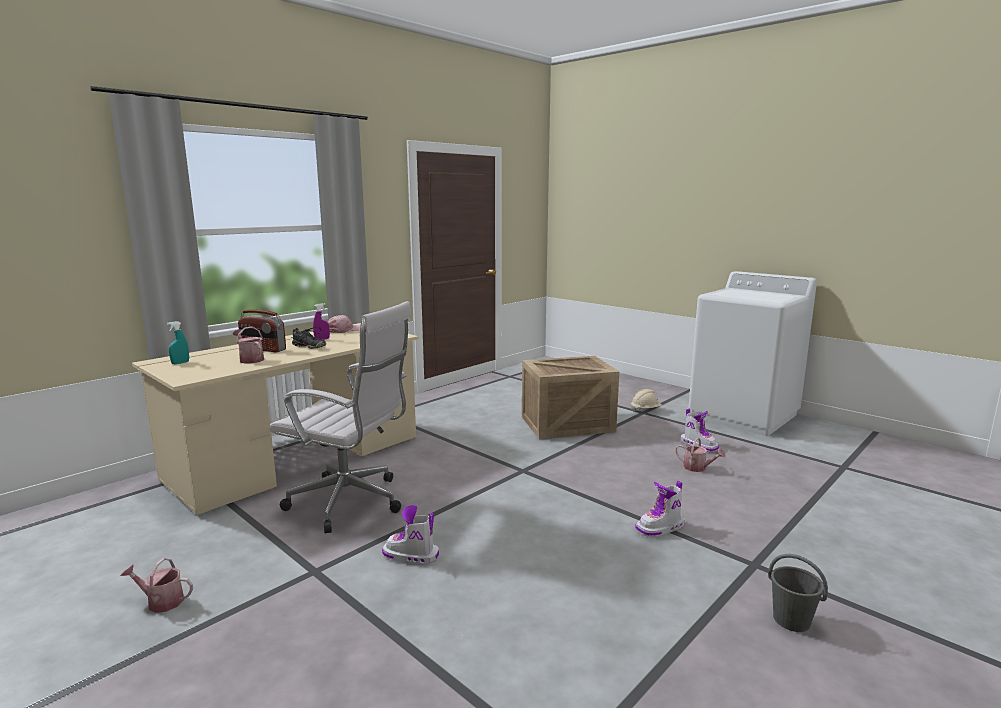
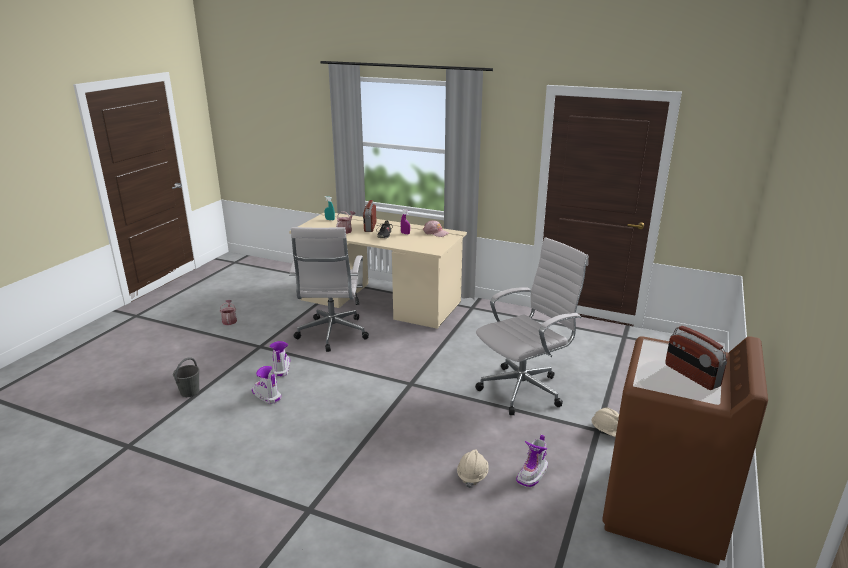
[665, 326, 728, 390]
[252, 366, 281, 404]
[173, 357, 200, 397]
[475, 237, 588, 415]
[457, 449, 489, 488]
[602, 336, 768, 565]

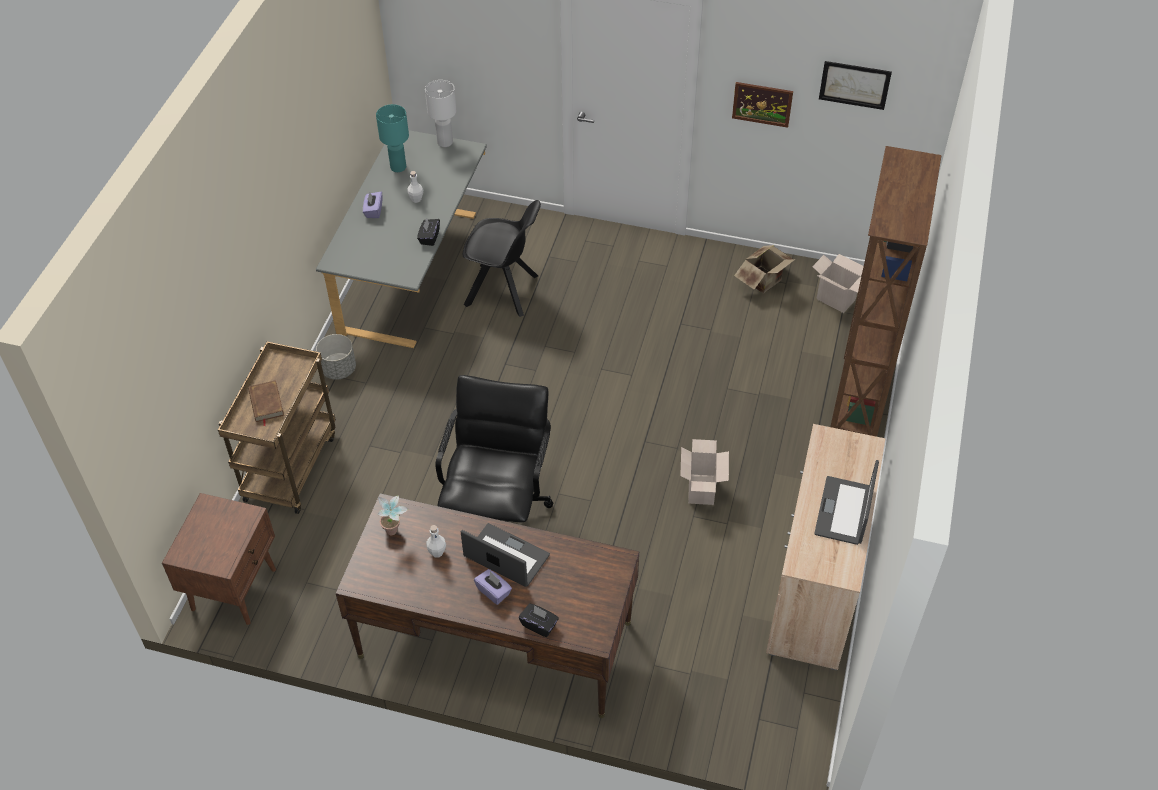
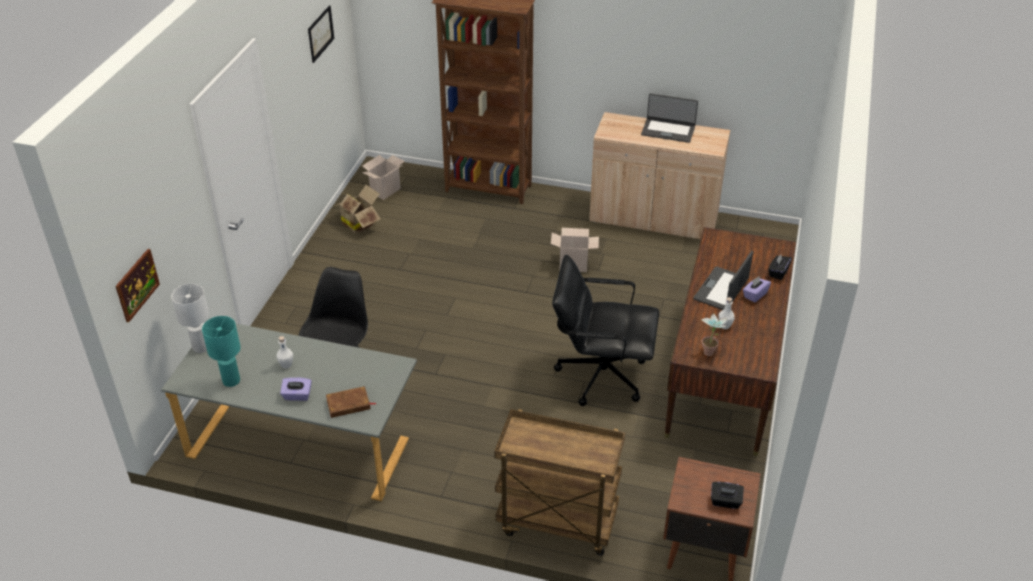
[316, 334, 356, 380] (first image)
[326, 386, 376, 418]
[711, 482, 744, 509]
[116, 249, 160, 322]

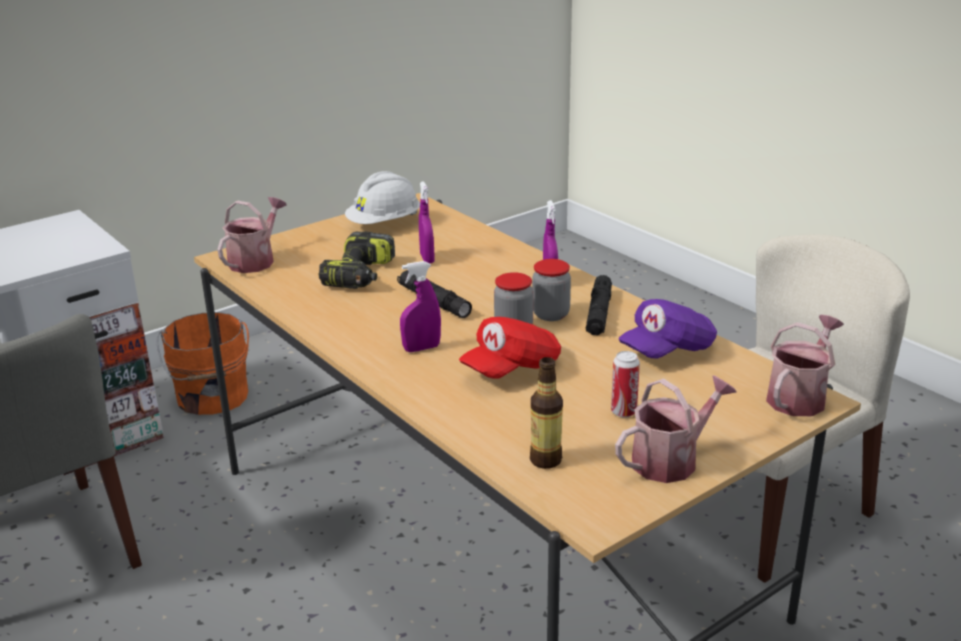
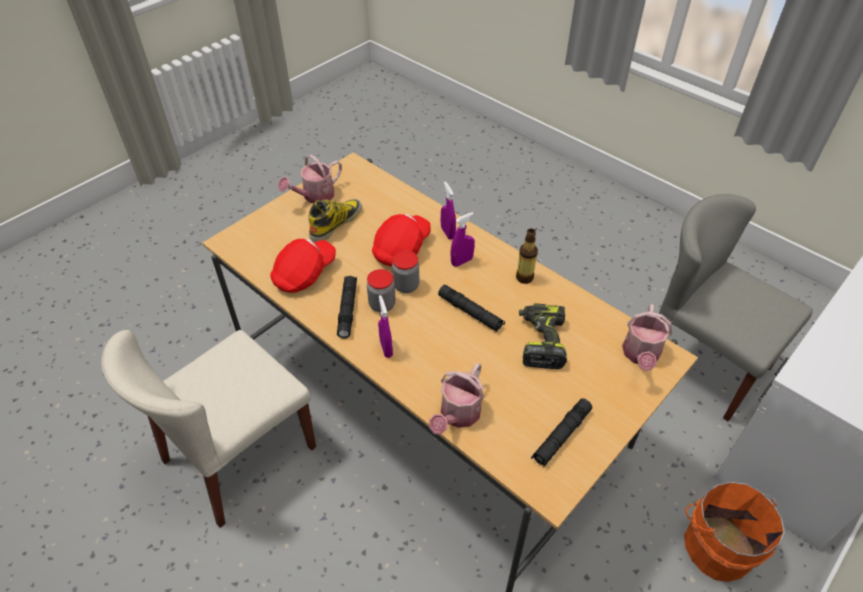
[441, 182, 456, 240]
[516, 229, 538, 284]
[429, 363, 484, 434]
[531, 398, 592, 468]
[309, 199, 362, 242]
[270, 239, 336, 293]

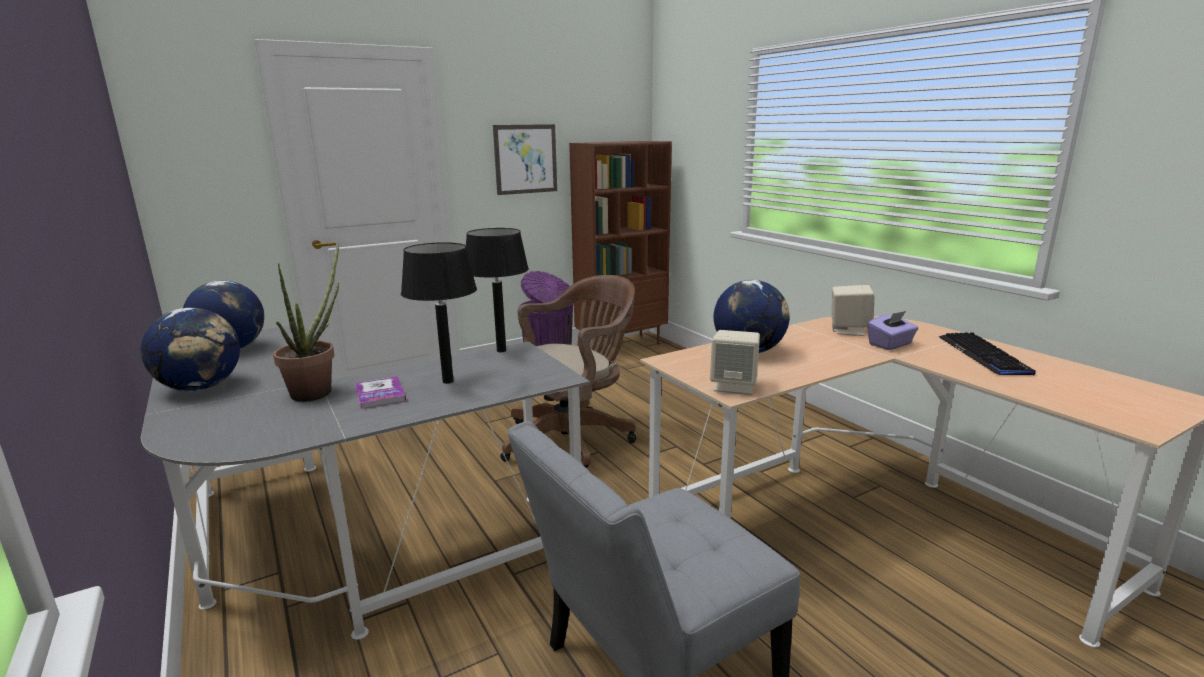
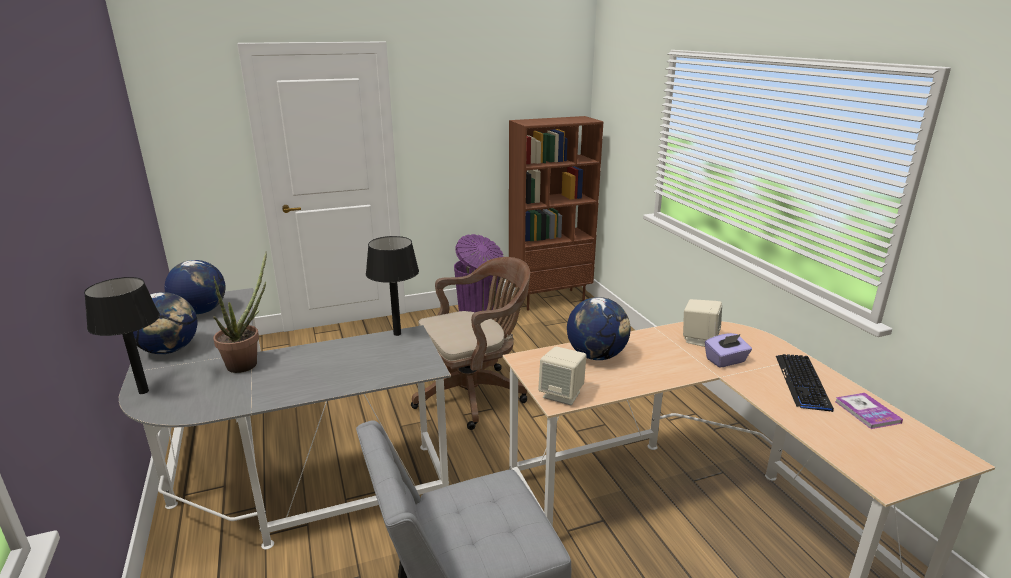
[493, 124, 557, 195] (first image)
[835, 393, 903, 429]
[84, 277, 160, 394]

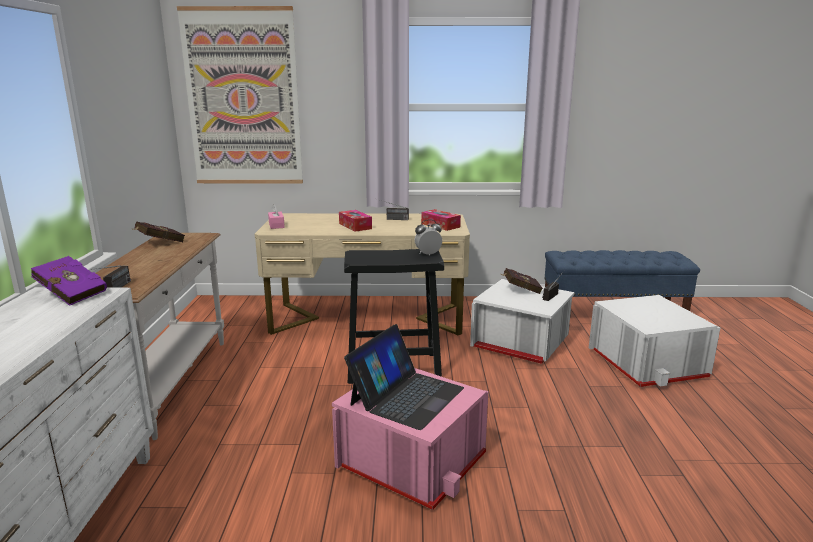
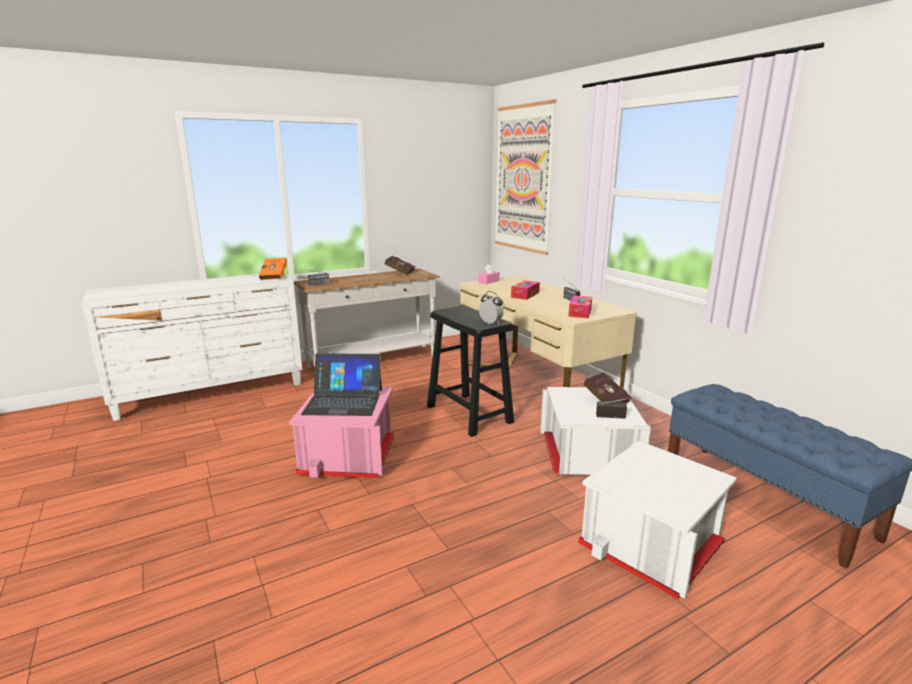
[259, 258, 287, 280]

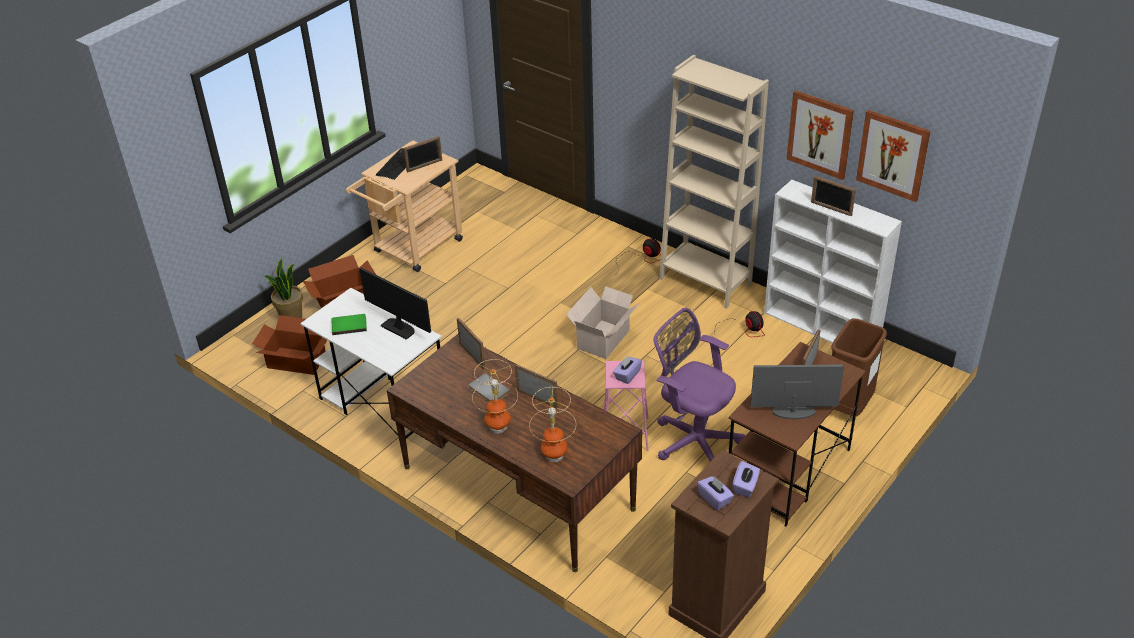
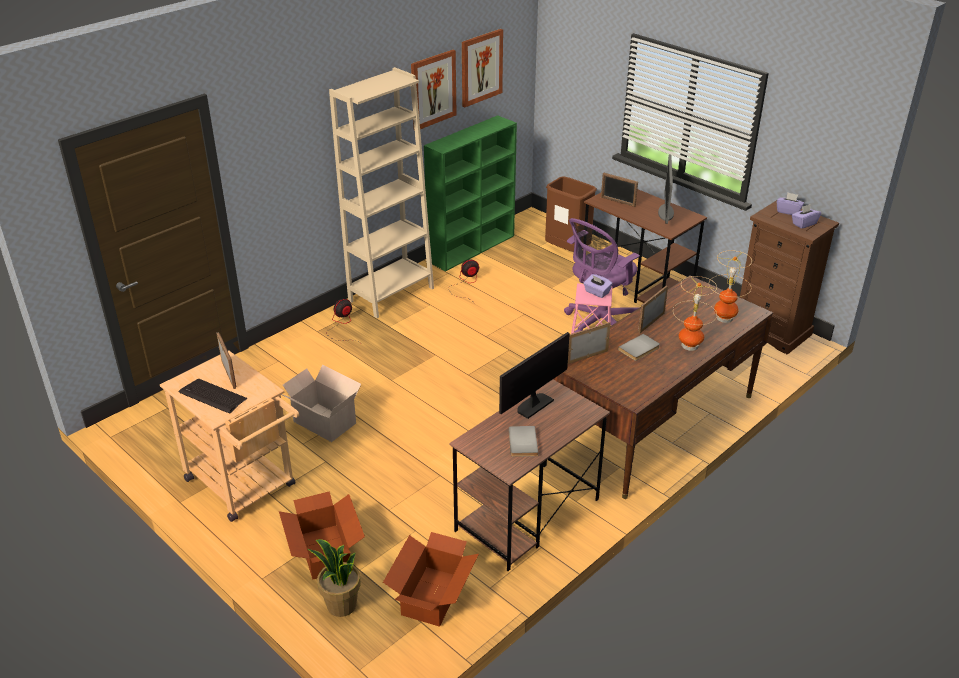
[811, 176, 856, 216] (first image)
[281, 365, 361, 442]
[450, 379, 610, 571]
[509, 426, 538, 457]
[424, 115, 517, 271]

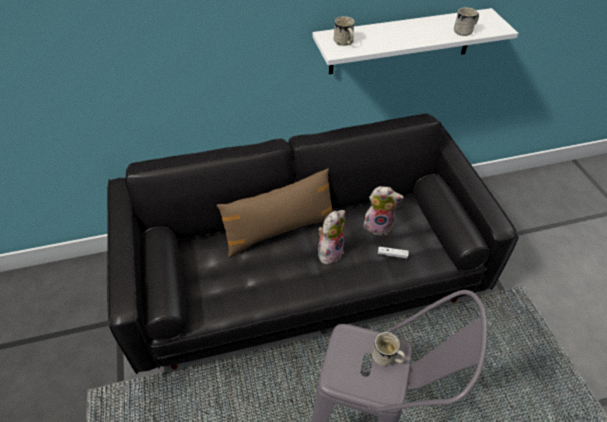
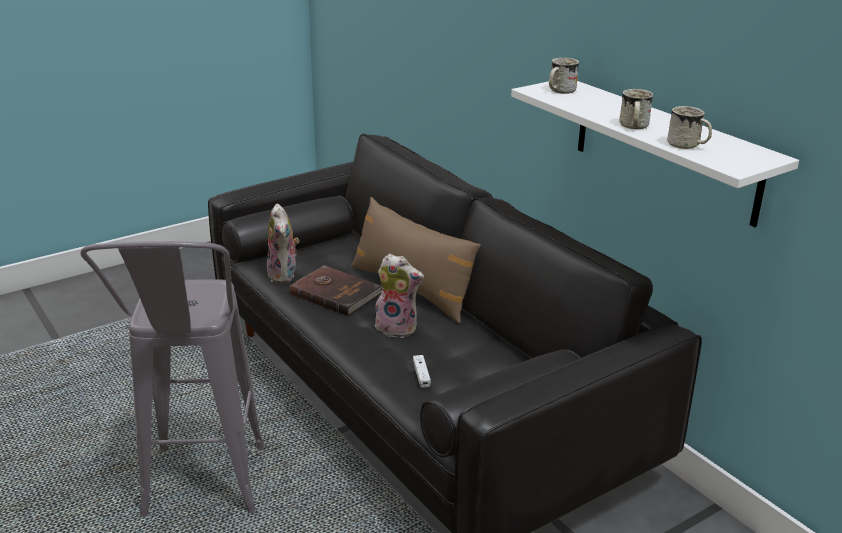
[290, 265, 382, 316]
[267, 203, 300, 283]
[619, 89, 653, 129]

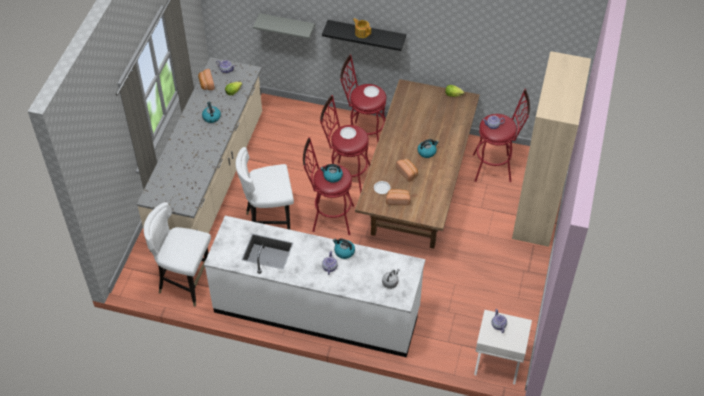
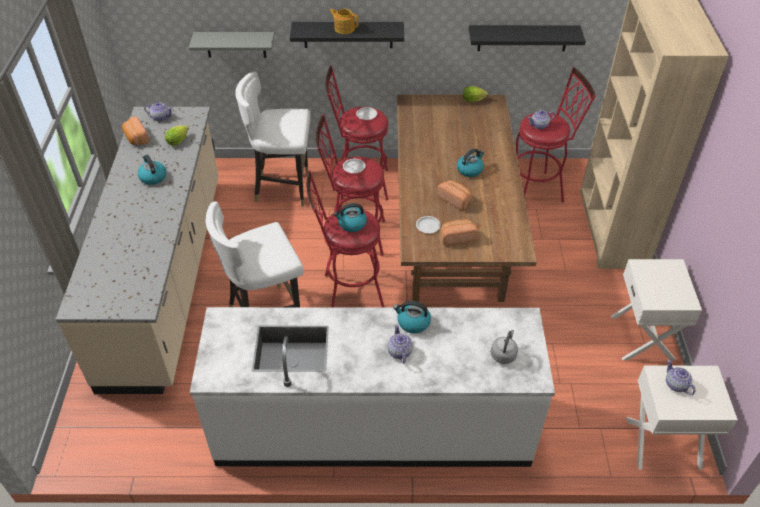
[469, 25, 586, 51]
[611, 259, 702, 360]
[235, 71, 310, 206]

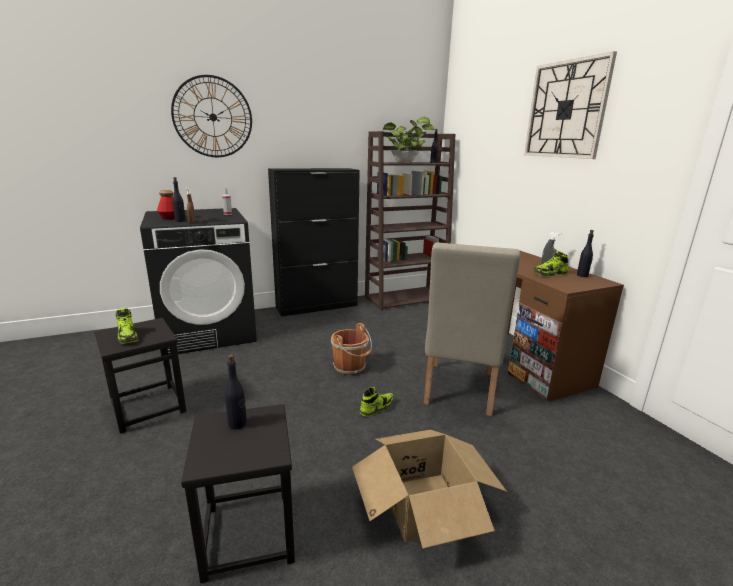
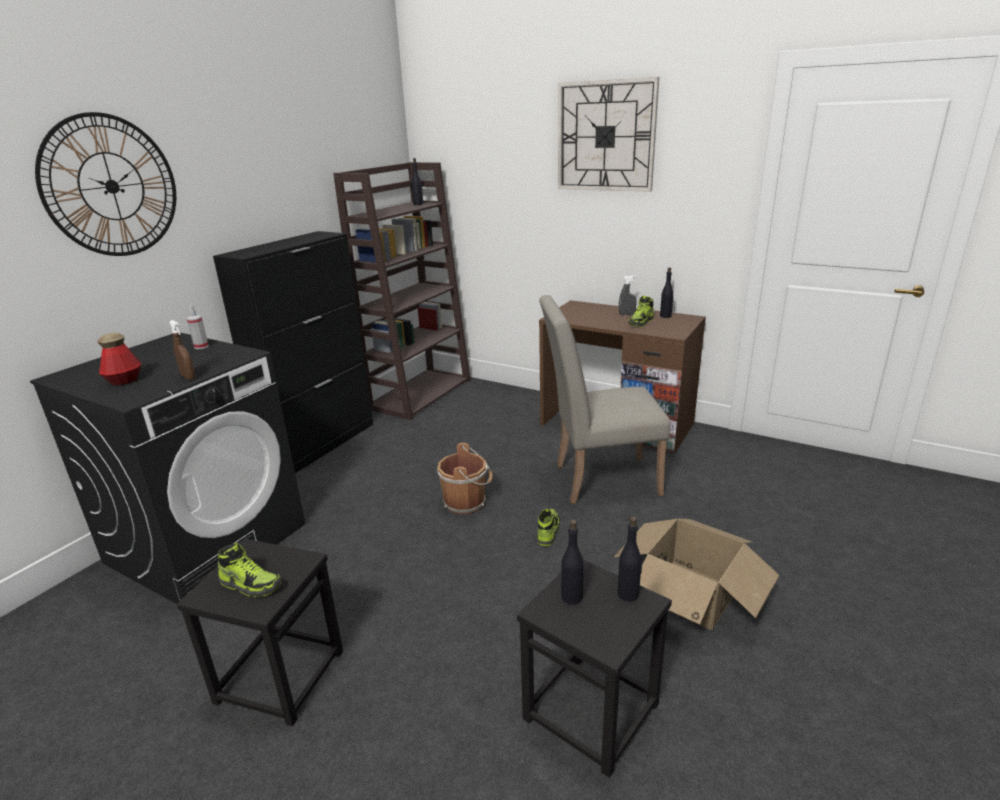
[382, 117, 435, 163] (first image)
[618, 516, 642, 601]
[539, 295, 671, 504]

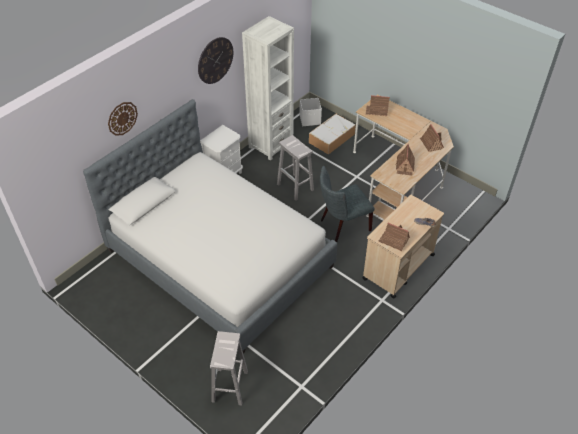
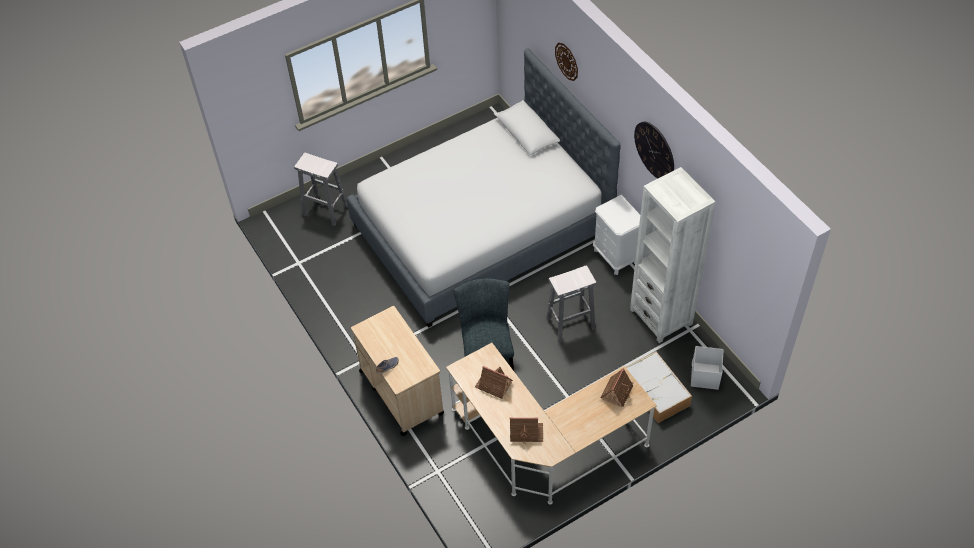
[378, 223, 410, 251] (first image)

